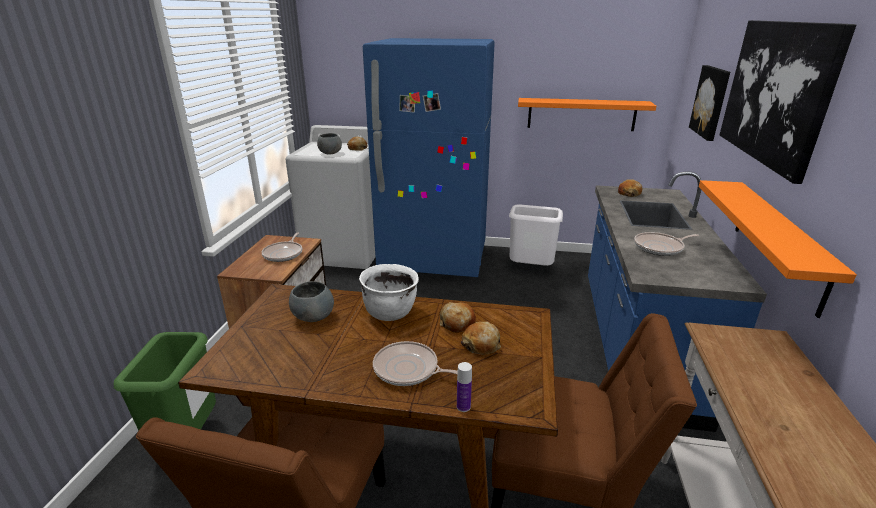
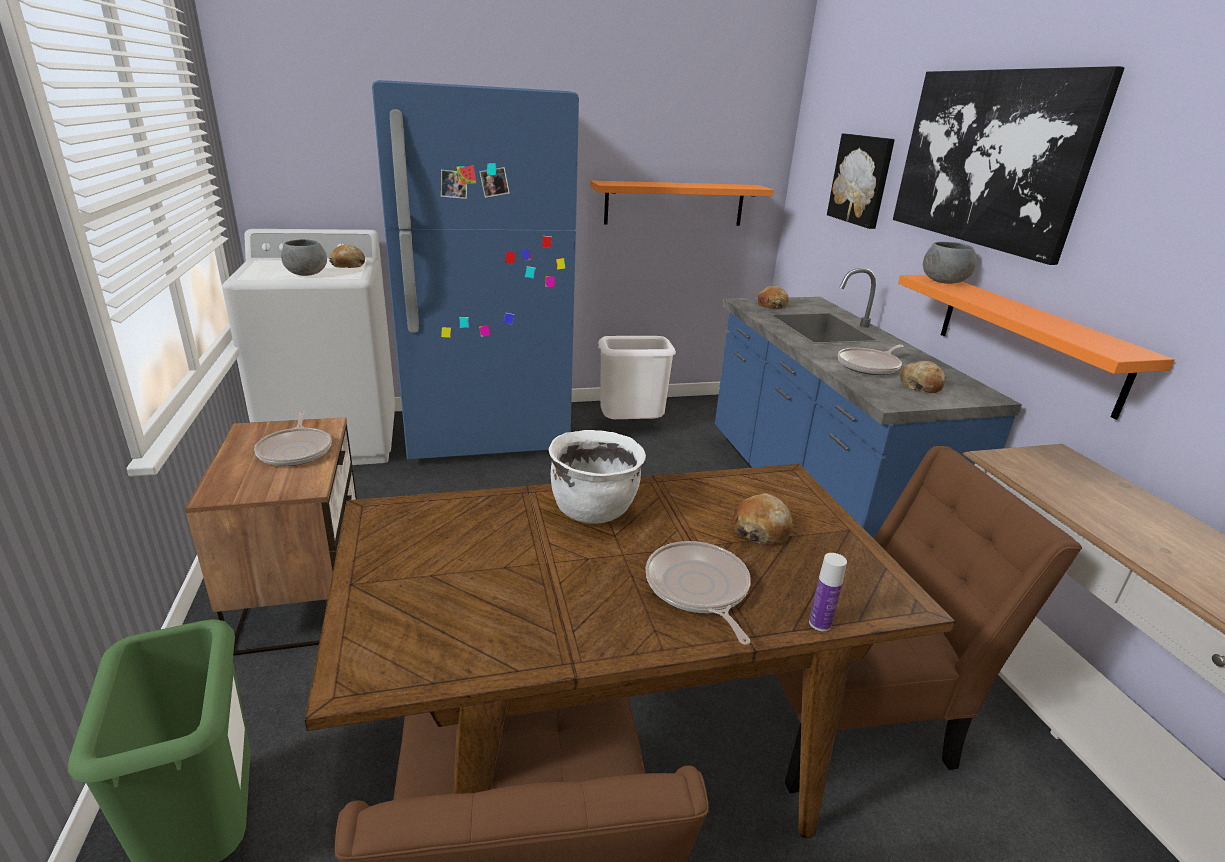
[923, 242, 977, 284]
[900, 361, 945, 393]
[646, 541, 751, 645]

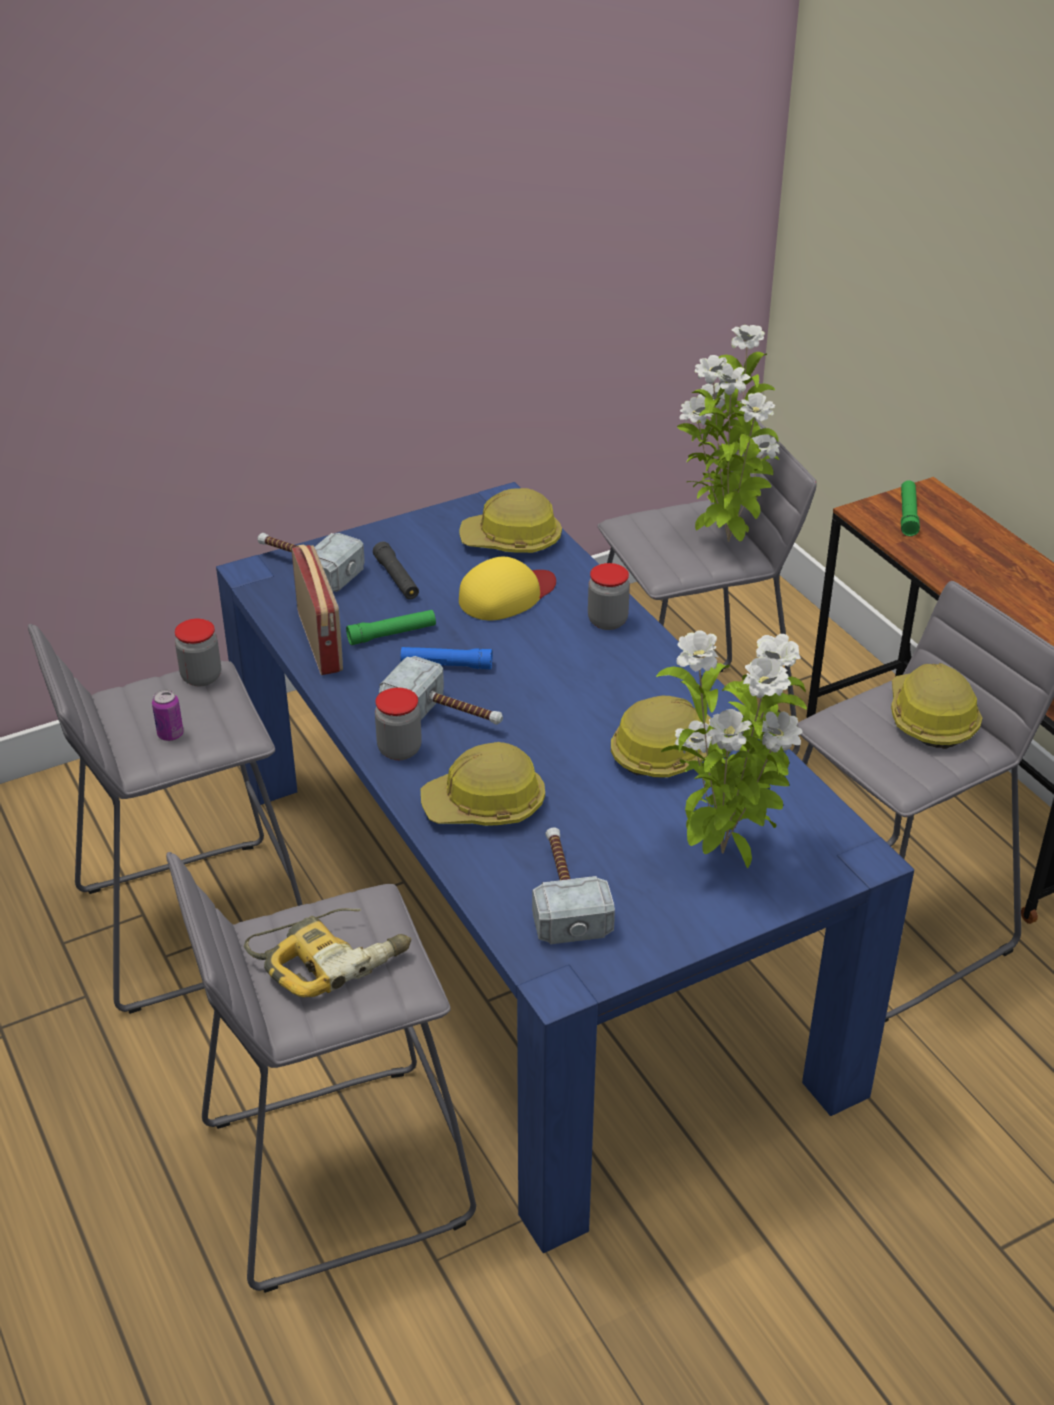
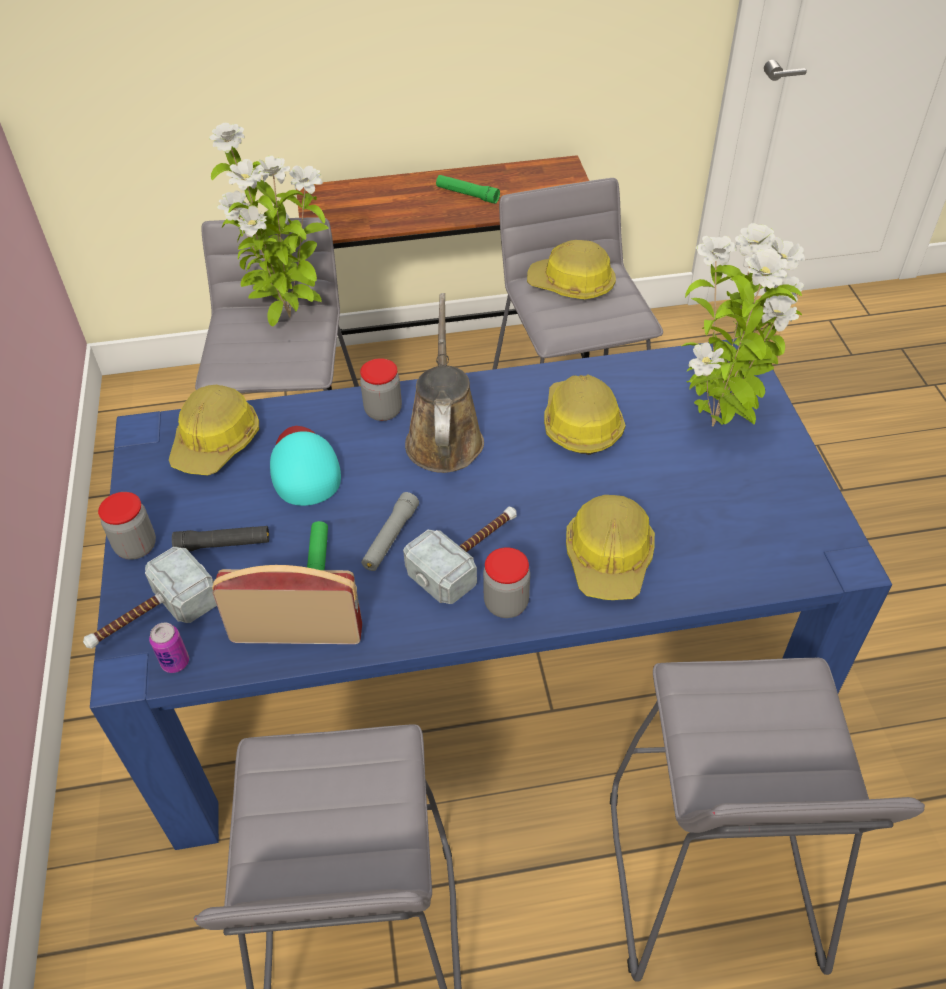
[244, 908, 411, 997] (first image)
[532, 828, 615, 944] (first image)
[405, 293, 484, 473]
[149, 622, 189, 673]
[98, 492, 156, 560]
[436, 175, 500, 204]
[361, 492, 419, 571]
[270, 426, 341, 506]

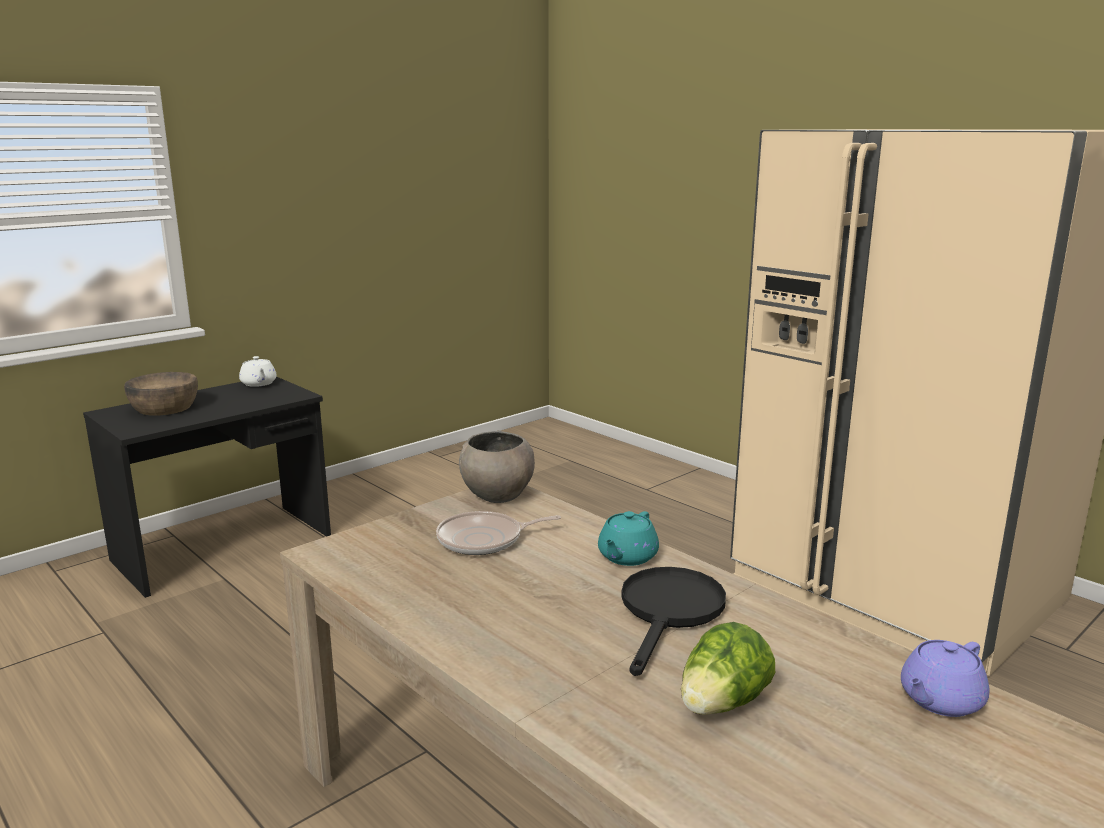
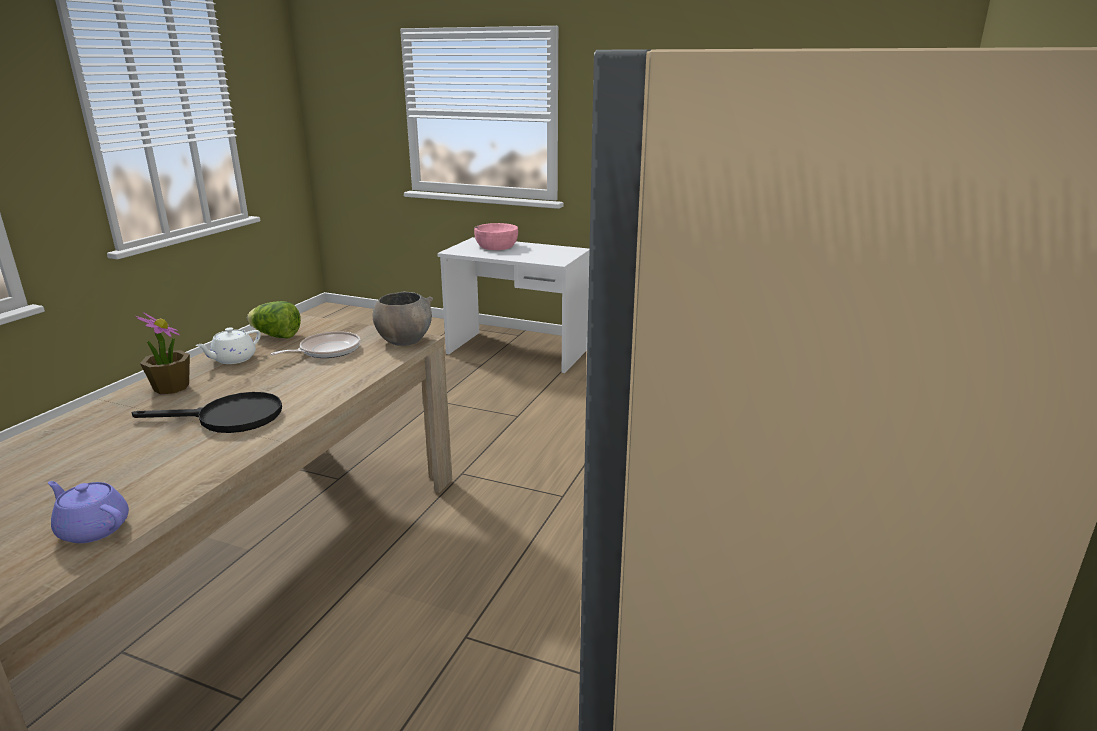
[598, 511, 659, 566] (first image)
[135, 312, 190, 394]
[195, 327, 261, 364]
[247, 301, 301, 339]
[437, 237, 590, 373]
[474, 223, 518, 250]
[271, 331, 360, 358]

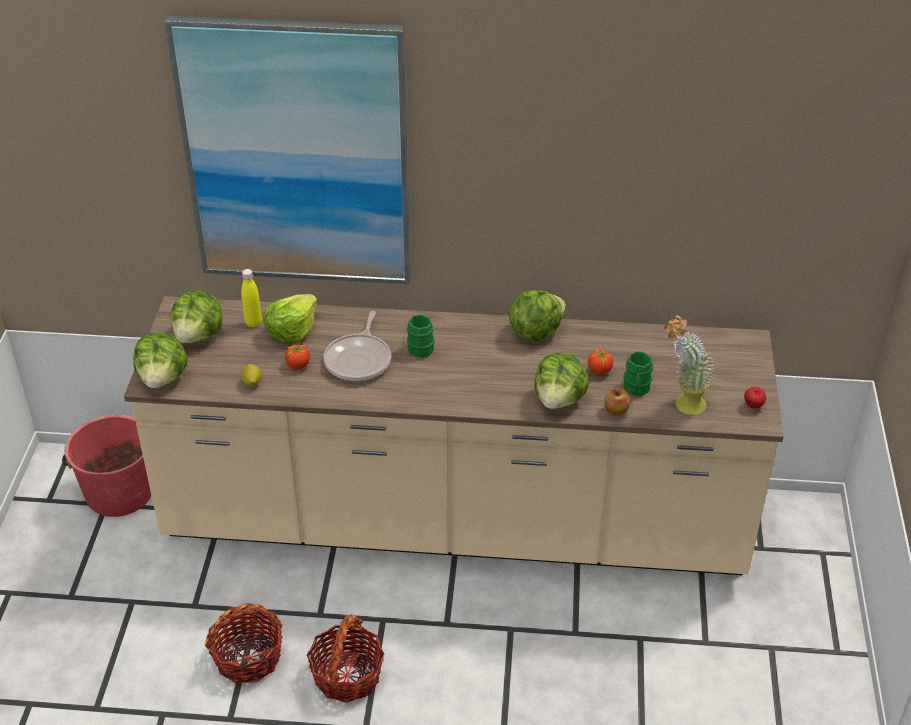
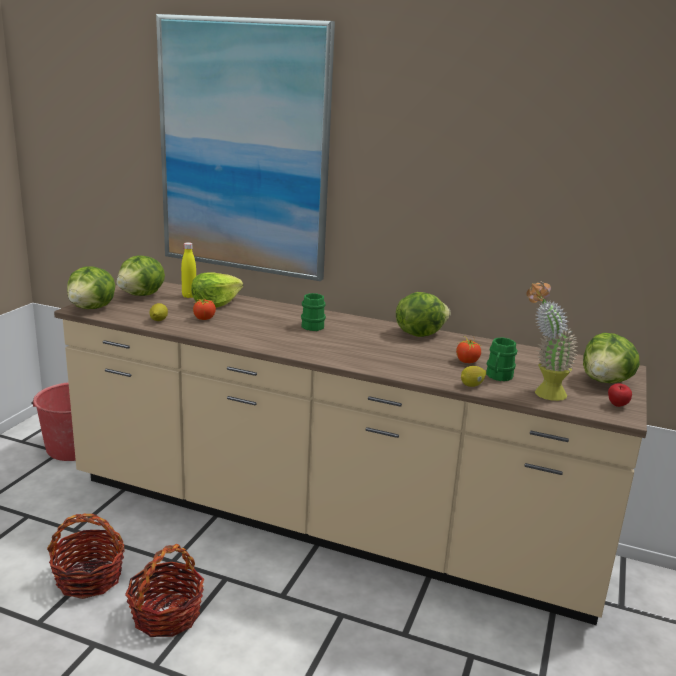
[323, 311, 391, 381] (first image)
[583, 333, 640, 384]
[461, 366, 486, 387]

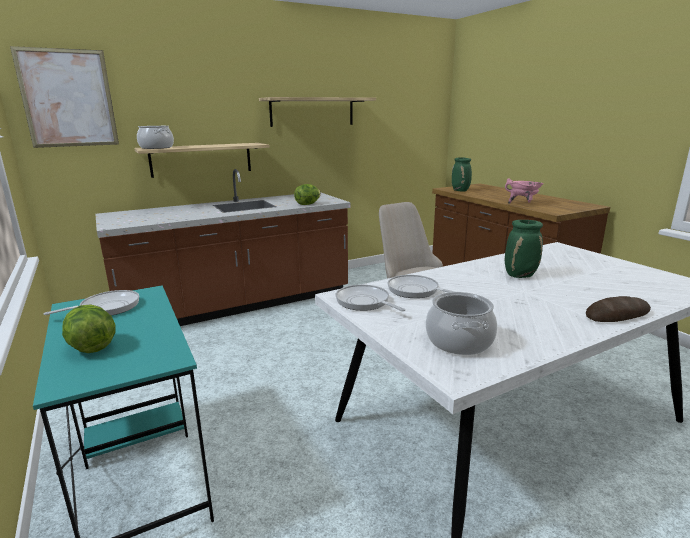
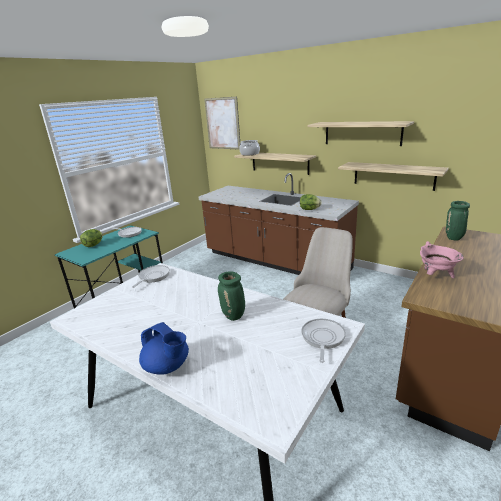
[425, 292, 497, 355] (first image)
[338, 162, 449, 191]
[301, 319, 346, 363]
[139, 322, 189, 375]

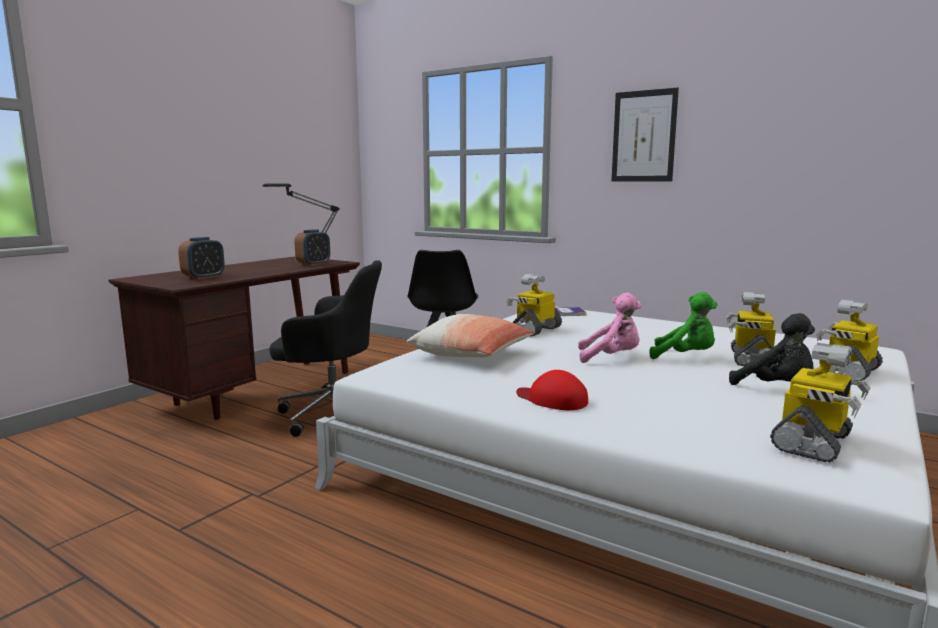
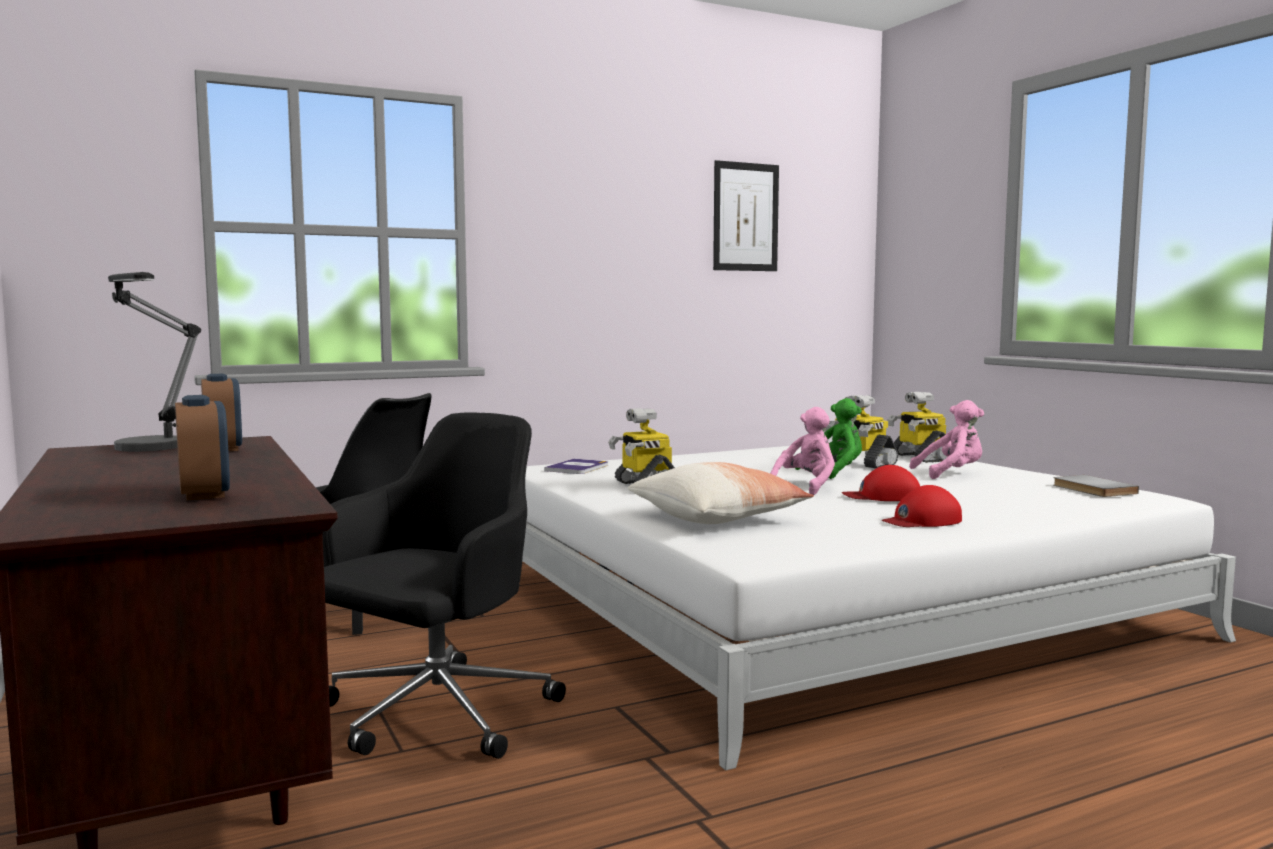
[842, 465, 920, 501]
[713, 160, 779, 271]
[1054, 475, 1139, 497]
[909, 400, 984, 479]

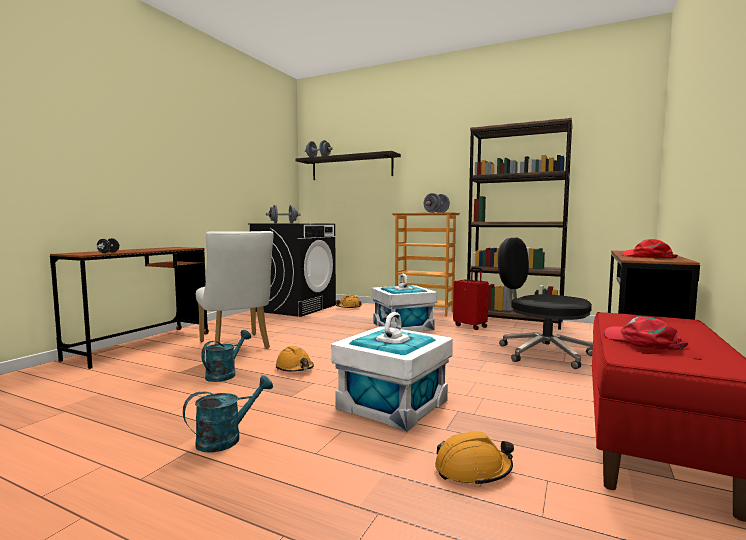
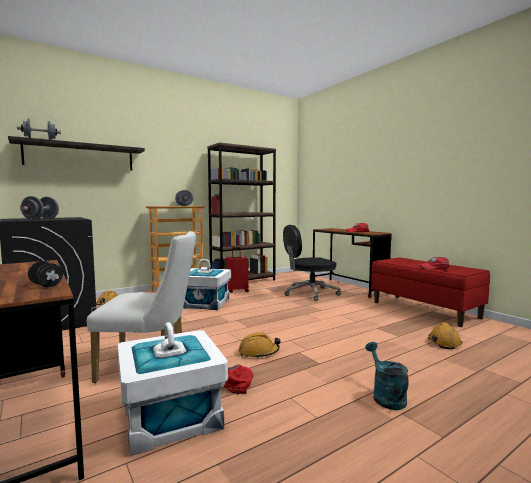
[118, 322, 228, 456]
[224, 365, 253, 394]

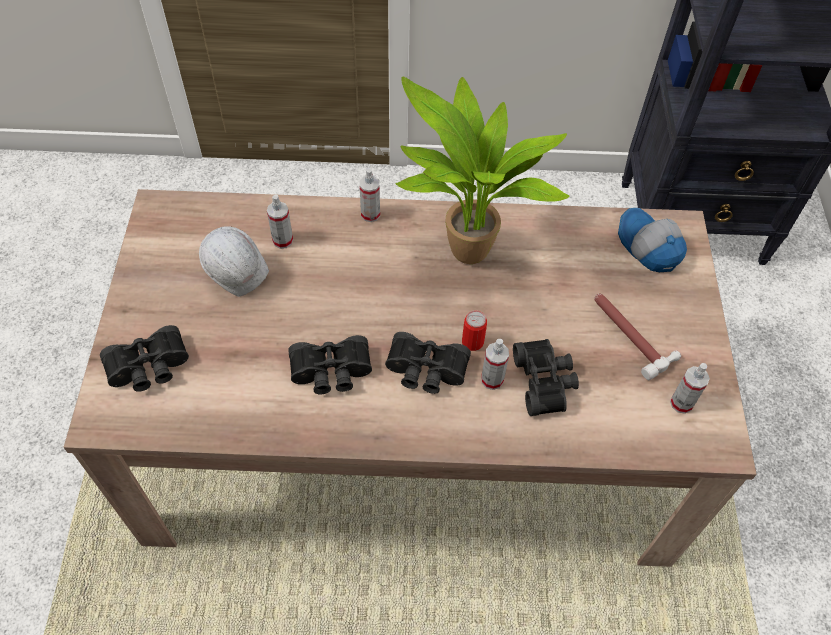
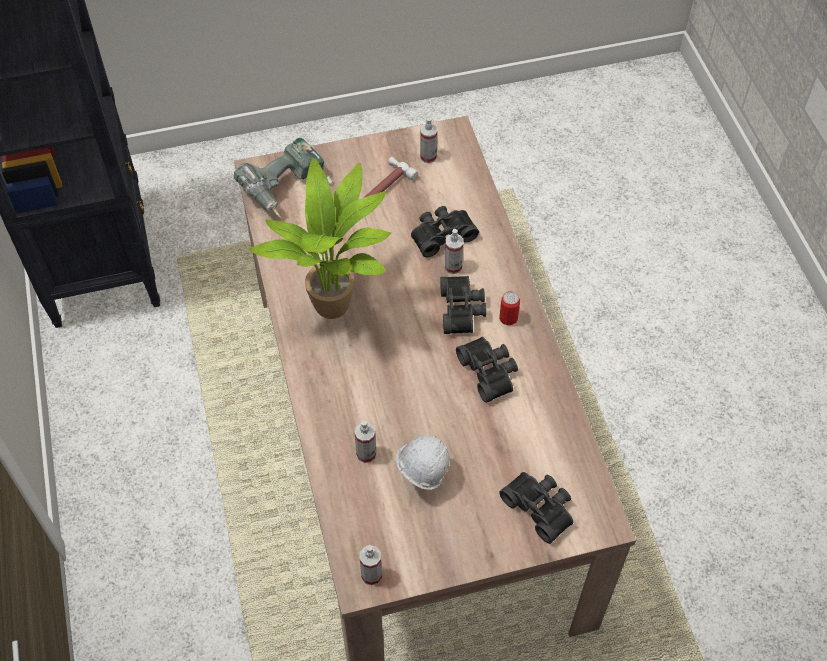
[360, 545, 382, 585]
[499, 291, 520, 325]
[234, 138, 332, 218]

